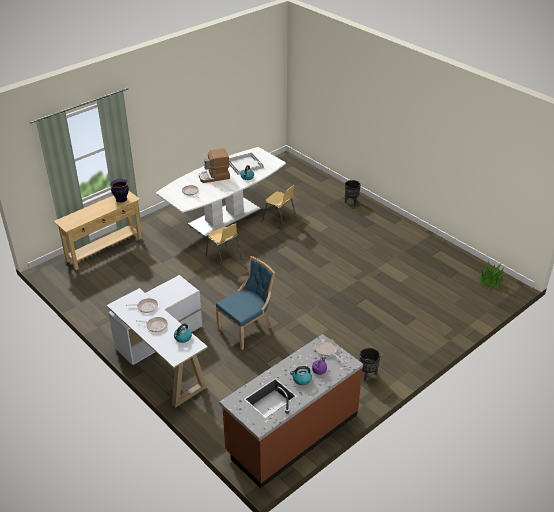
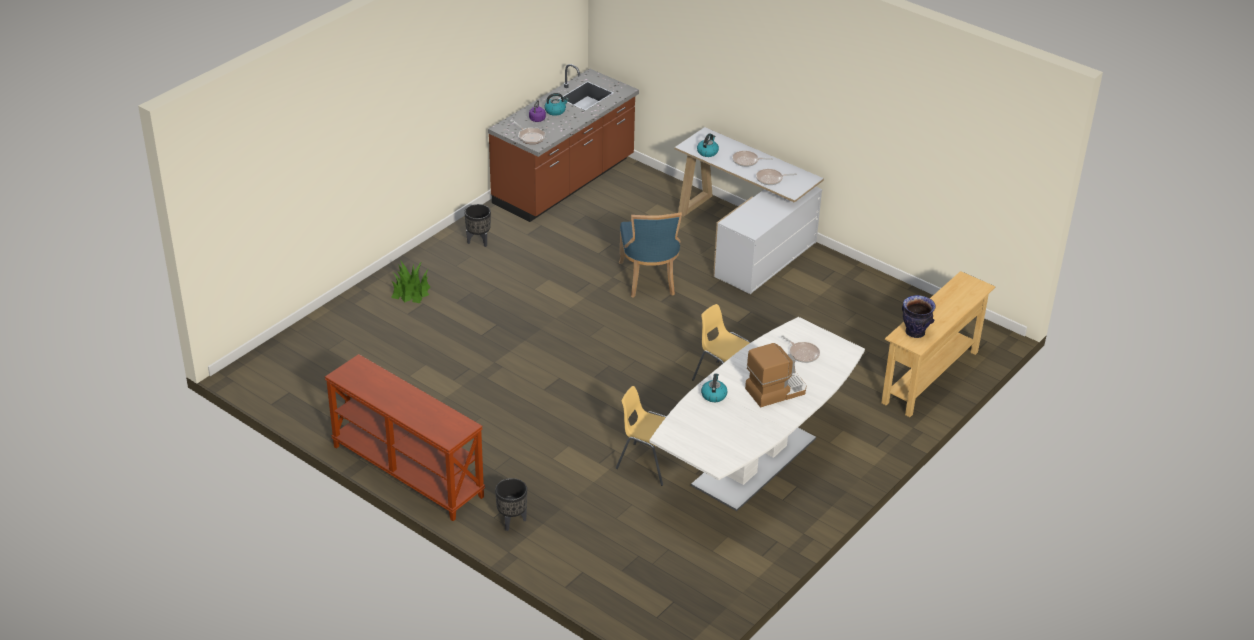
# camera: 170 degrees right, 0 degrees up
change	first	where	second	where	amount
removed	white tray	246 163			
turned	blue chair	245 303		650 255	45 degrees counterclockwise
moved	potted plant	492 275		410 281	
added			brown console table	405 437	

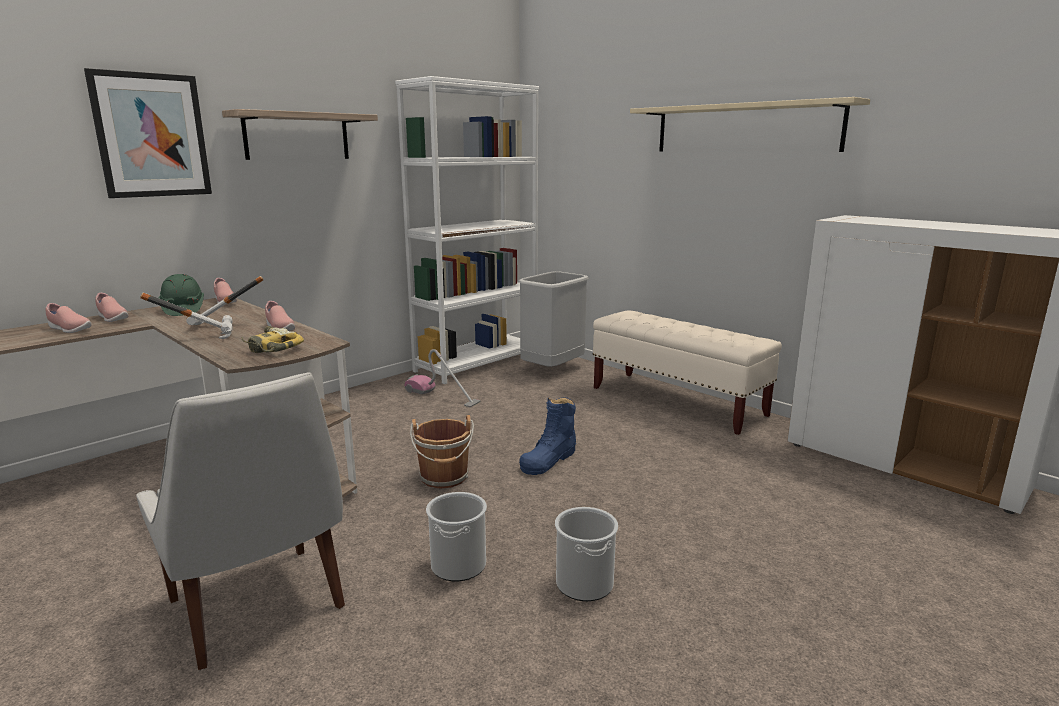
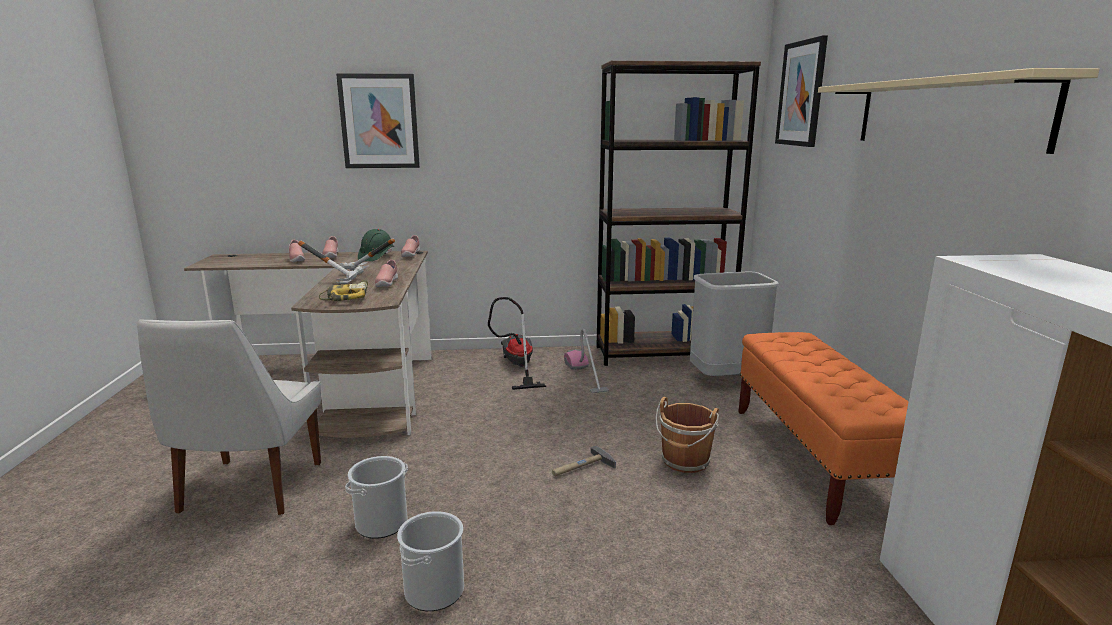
# camera: 40 degrees right, 0 degrees up
change	first	where	second	where	amount
recoloured	white bookcase	467 230	brown bookcase	678 213	
removed	shelf	300 134			
recoloured	beige bench	687 372	orange bench	823 428	
replaced	blue boot	547 436	hammer	584 460	
moved	brown bucket	442 452		687 435	
added			picture	801 91	
added			vacuum cleaner	517 343	

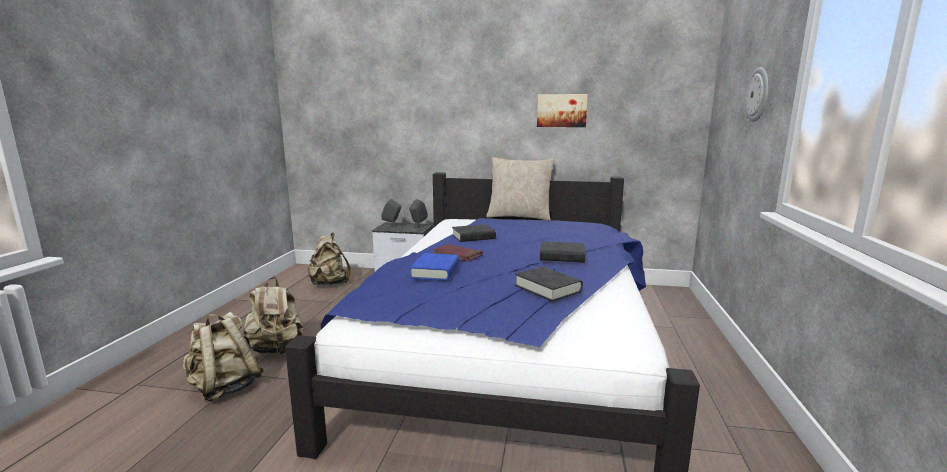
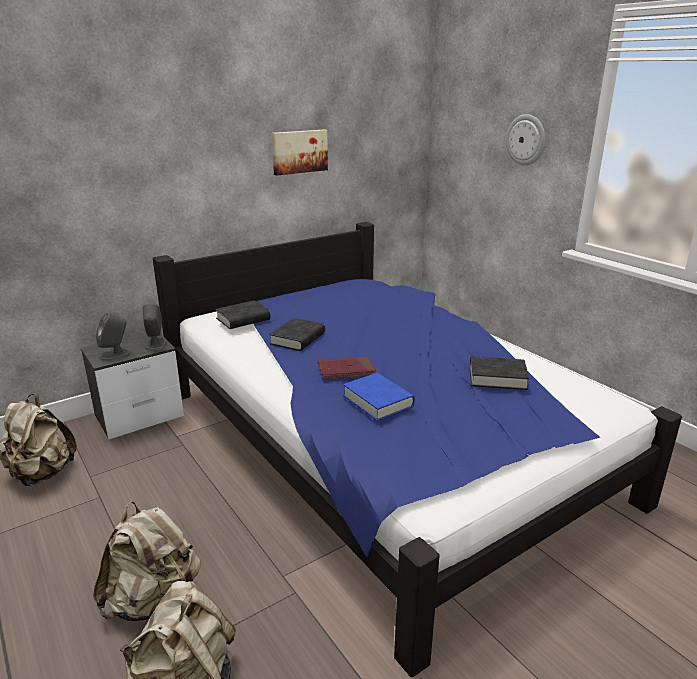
# camera: 45 degrees left, 10 degrees up
change	first	where	second	where	amount
removed	beige pillow	520 189			
moved	black book	563 252		243 314	

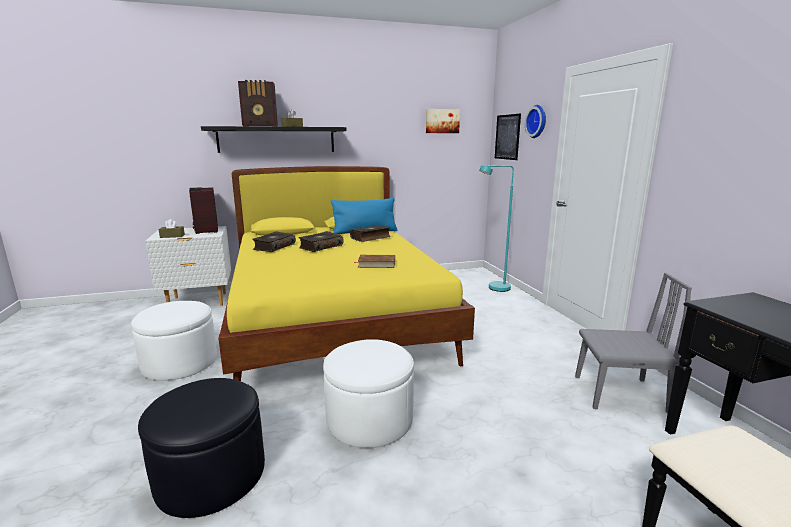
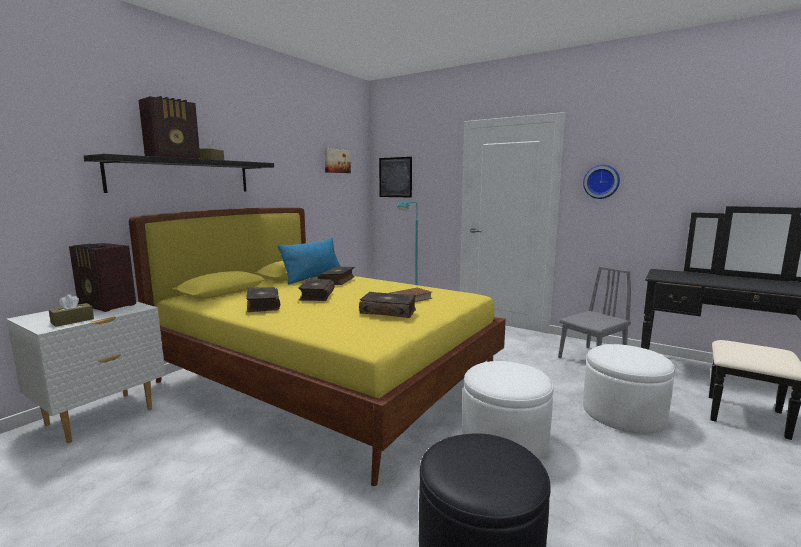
# camera: 40 degrees left, 5 degrees down
change	first	where	second	where	amount
moved	wall clock	535 121		601 182	
moved	white ottoman	174 341		629 388	
added			book	387 305	

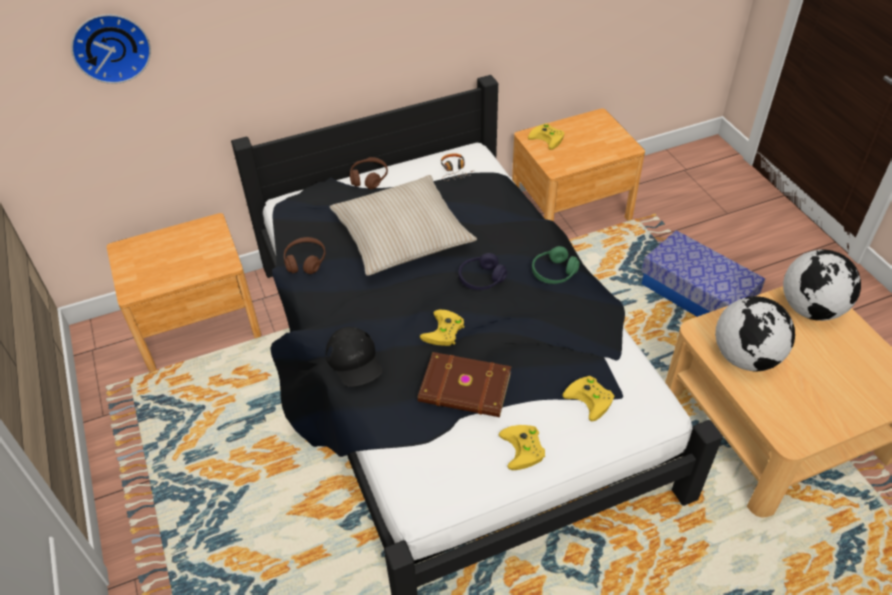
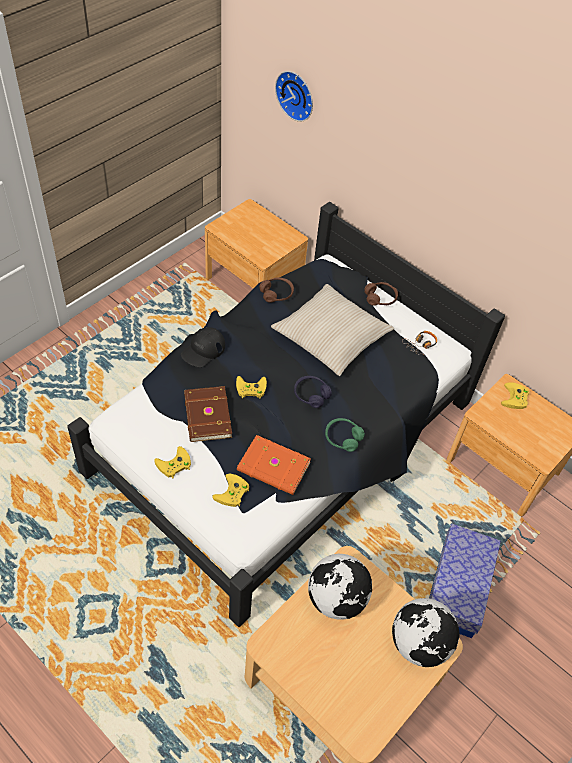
# camera: 60 degrees right, 5 degrees up
change	first	where	second	where	amount
added			orange book	274 465	

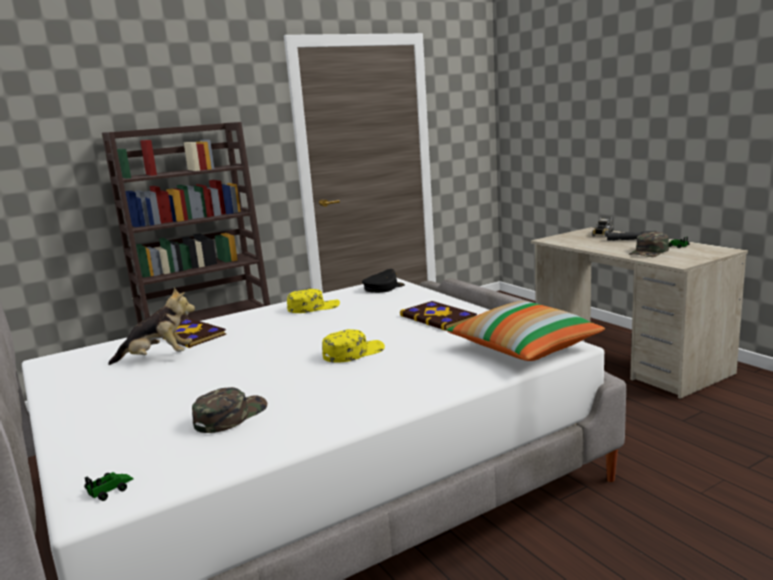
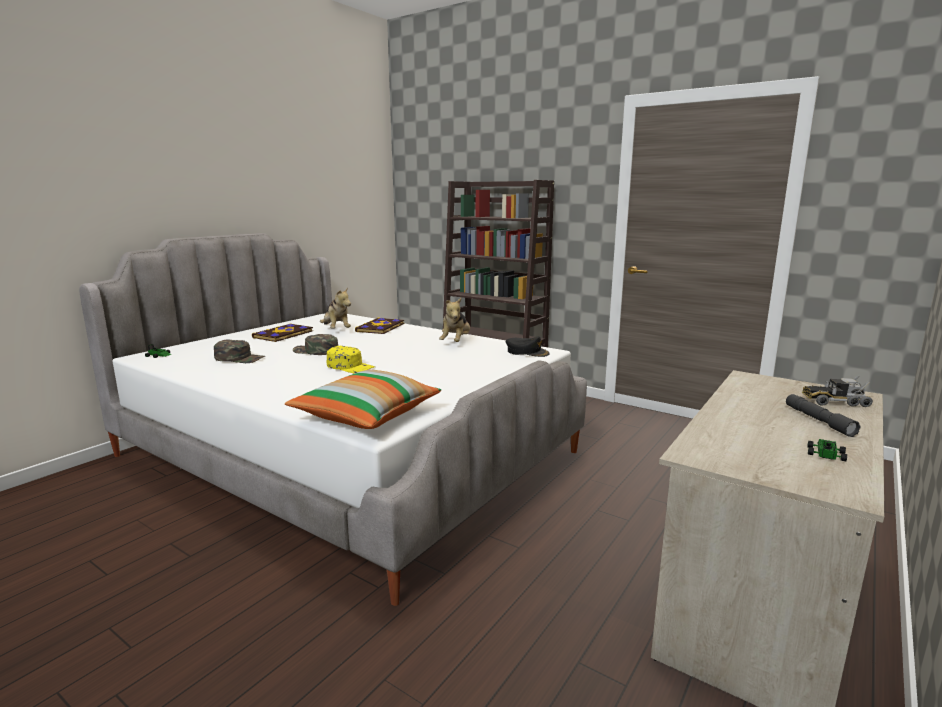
# camera: 65 degrees right, 0 degrees up
change	first	where	second	where	amount
moved	green cap	649 244		315 344	
replaced	yellow cap	313 301	plush toy	454 320	
moved	book	438 316		282 332	

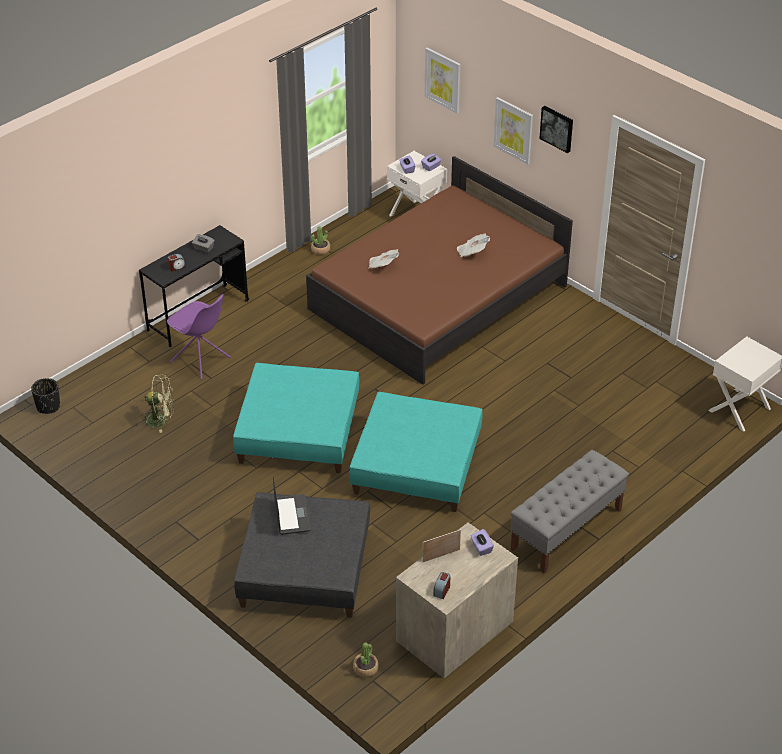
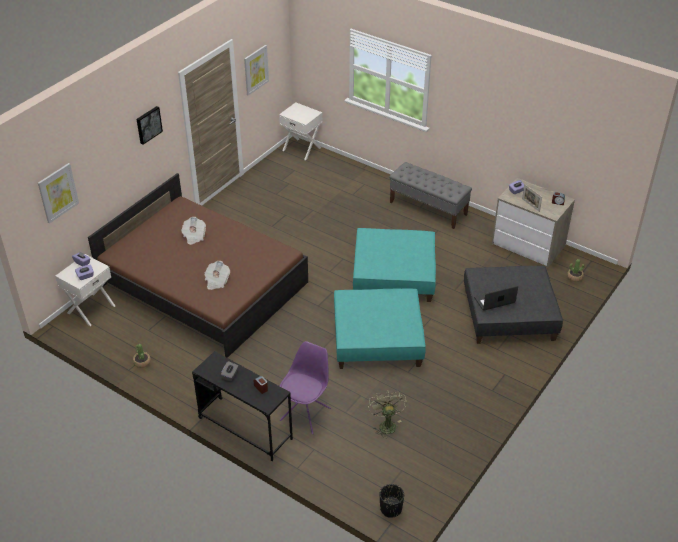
# camera: 100 degrees left, 0 degrees up
change	first	where	second	where	amount
moved	picture	513 131		256 70	

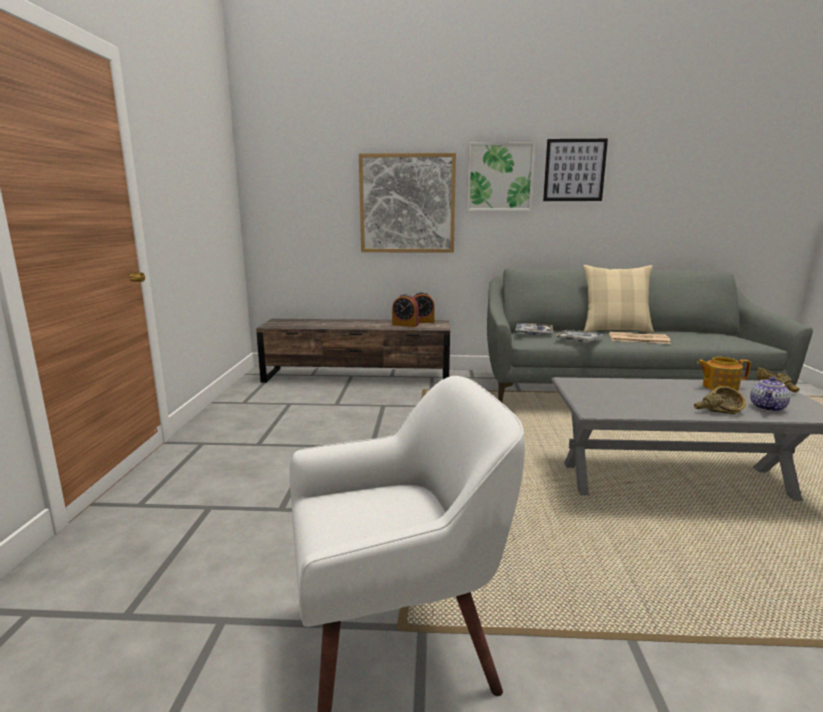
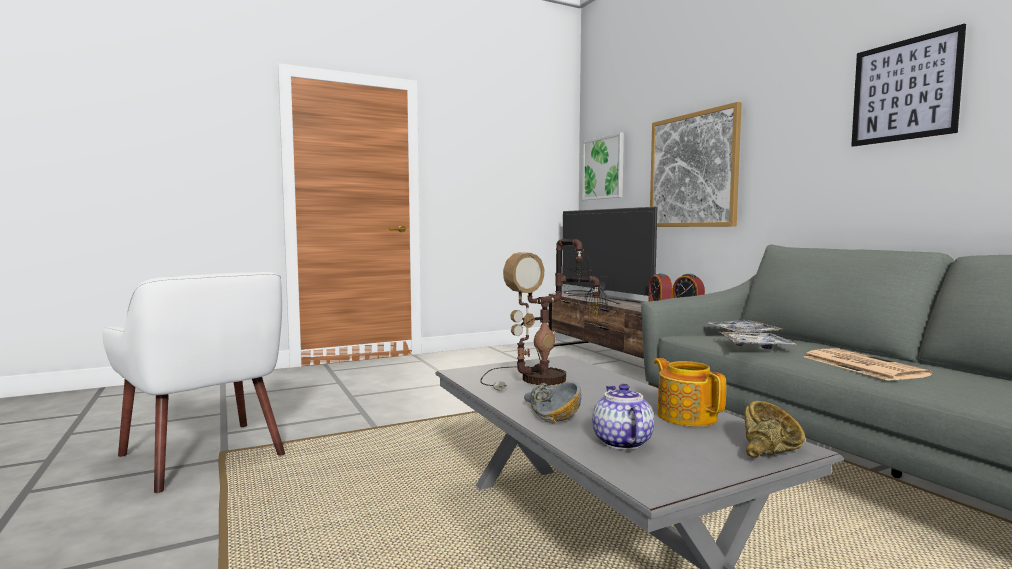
# camera: 60 degrees right, 10 degrees down
change	first	where	second	where	amount
moved	picture	501 176		603 166	
removed	beige pillow	618 299			
turned	teapot	770 394		623 417	75 degrees clockwise
recoloured	brown bowl	720 400	grey bowl	552 402	
added			television	609 255	
added			table lamp	545 315	

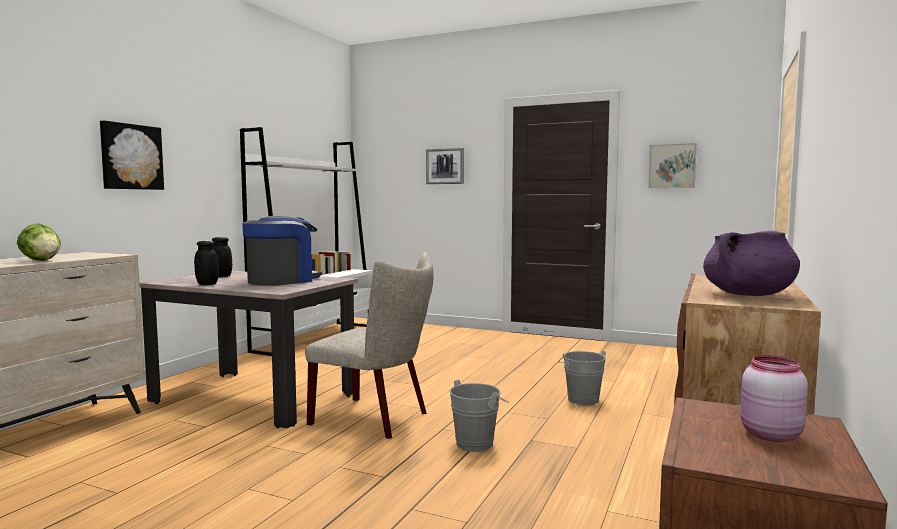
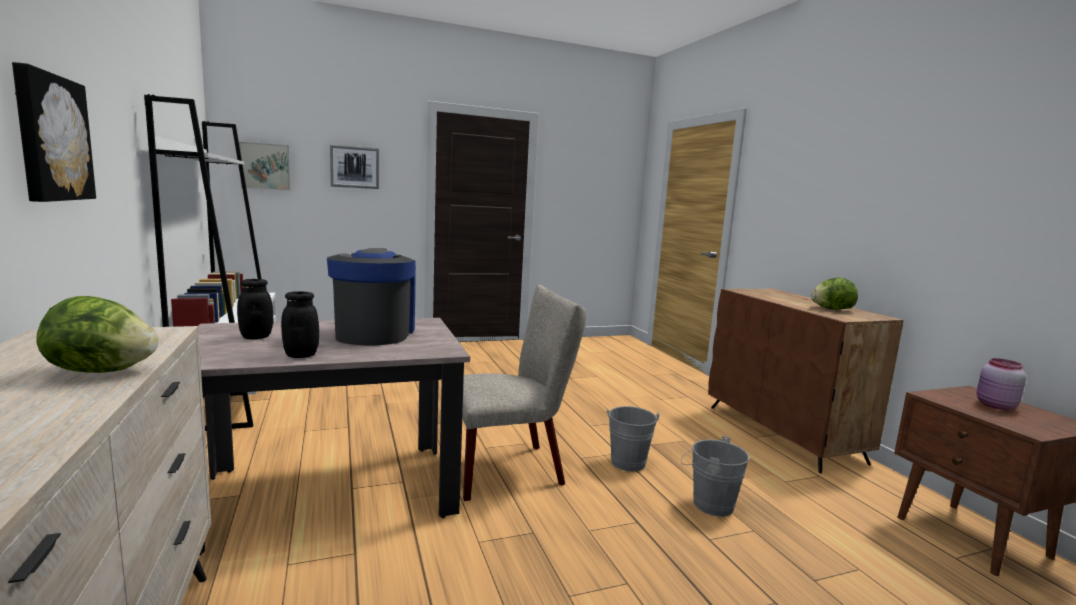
# camera: 45 degrees left, 5 degrees up
change	first	where	second	where	amount
moved	picture	672 165		265 166	
replaced	purple cooking pot	751 263	lettuce	834 293	
moved	grey bucket	582 377		715 476	

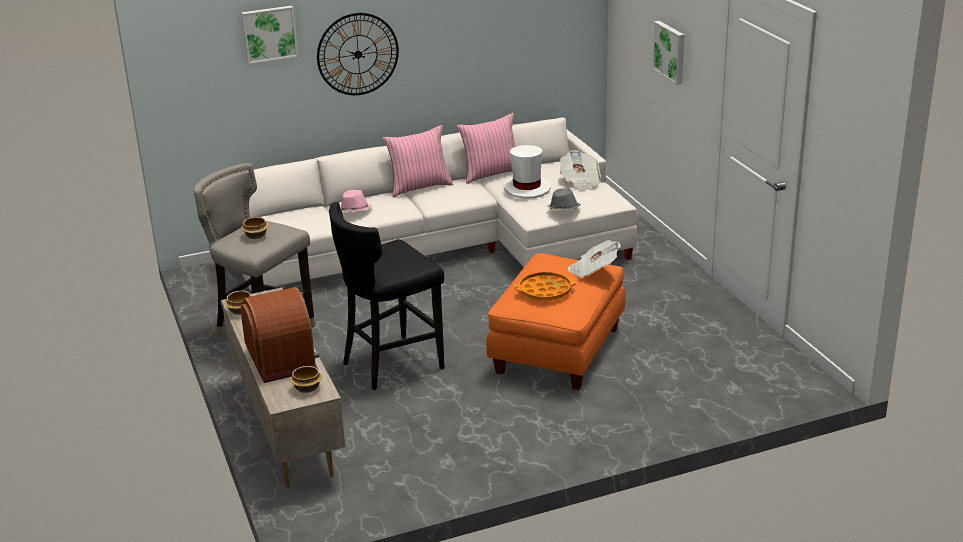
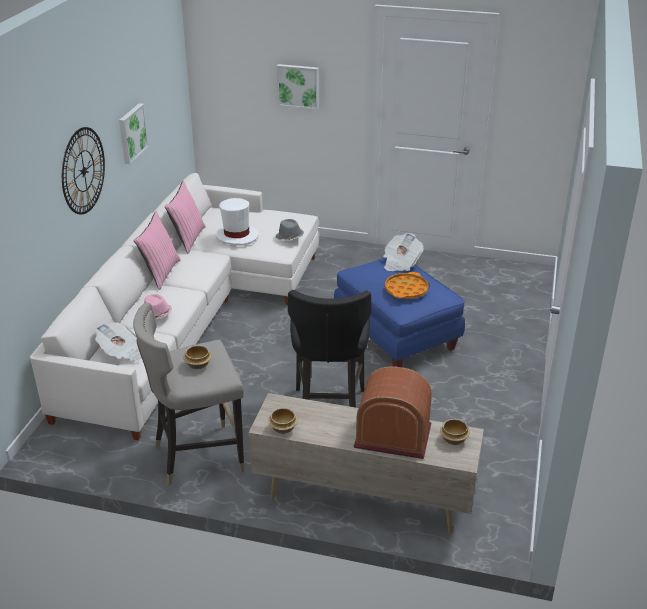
# camera: 55 degrees left, 5 degrees up
change	first	where	second	where	amount
moved	picture	269 35		134 133	
moved	newspaper	580 170		118 342	
recoloured	orange ottoman	555 321	blue ottoman	399 312	

